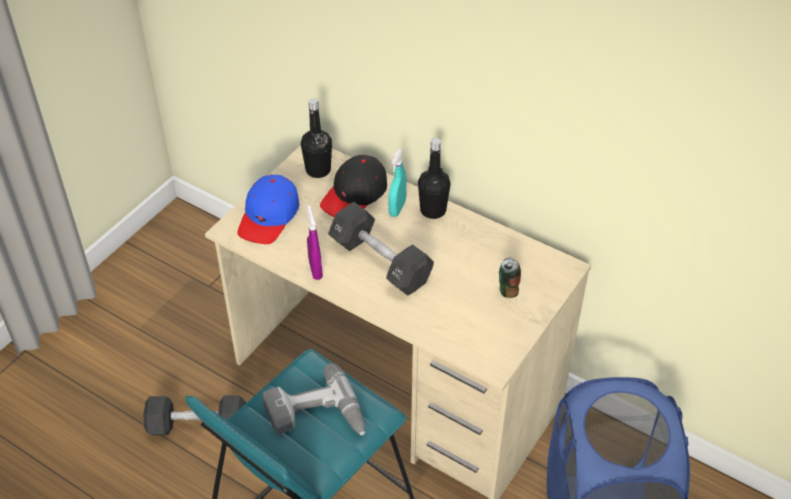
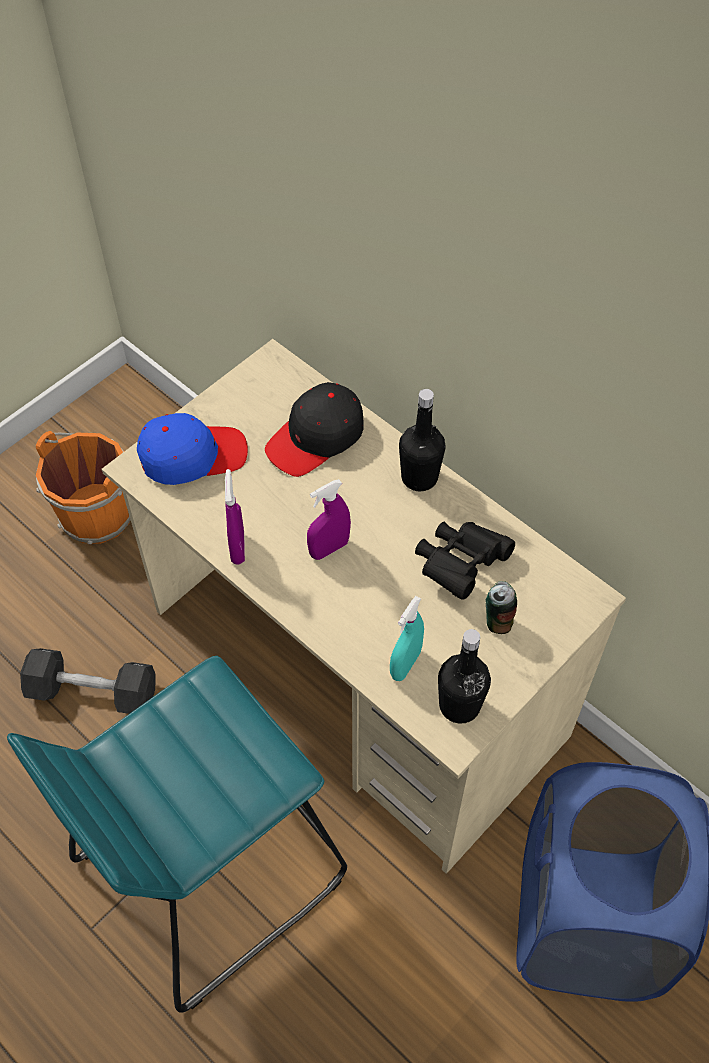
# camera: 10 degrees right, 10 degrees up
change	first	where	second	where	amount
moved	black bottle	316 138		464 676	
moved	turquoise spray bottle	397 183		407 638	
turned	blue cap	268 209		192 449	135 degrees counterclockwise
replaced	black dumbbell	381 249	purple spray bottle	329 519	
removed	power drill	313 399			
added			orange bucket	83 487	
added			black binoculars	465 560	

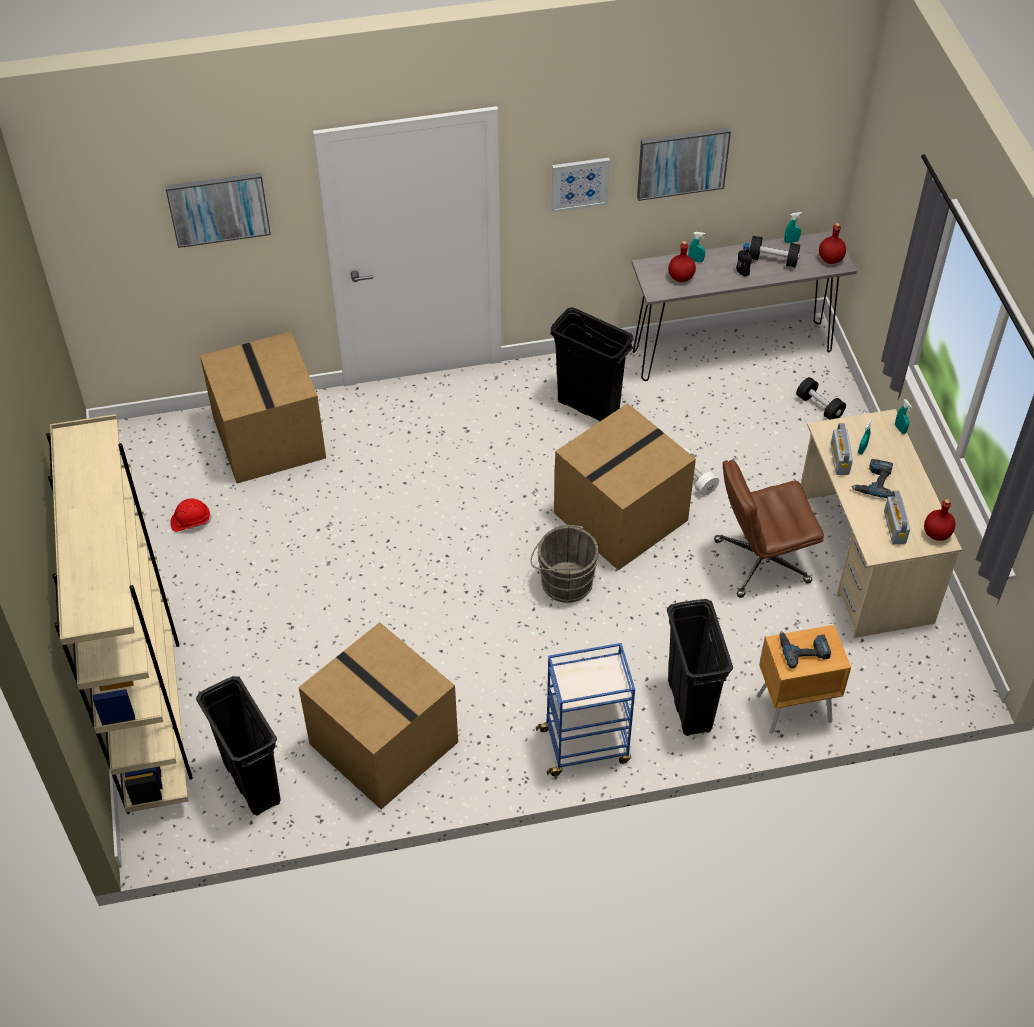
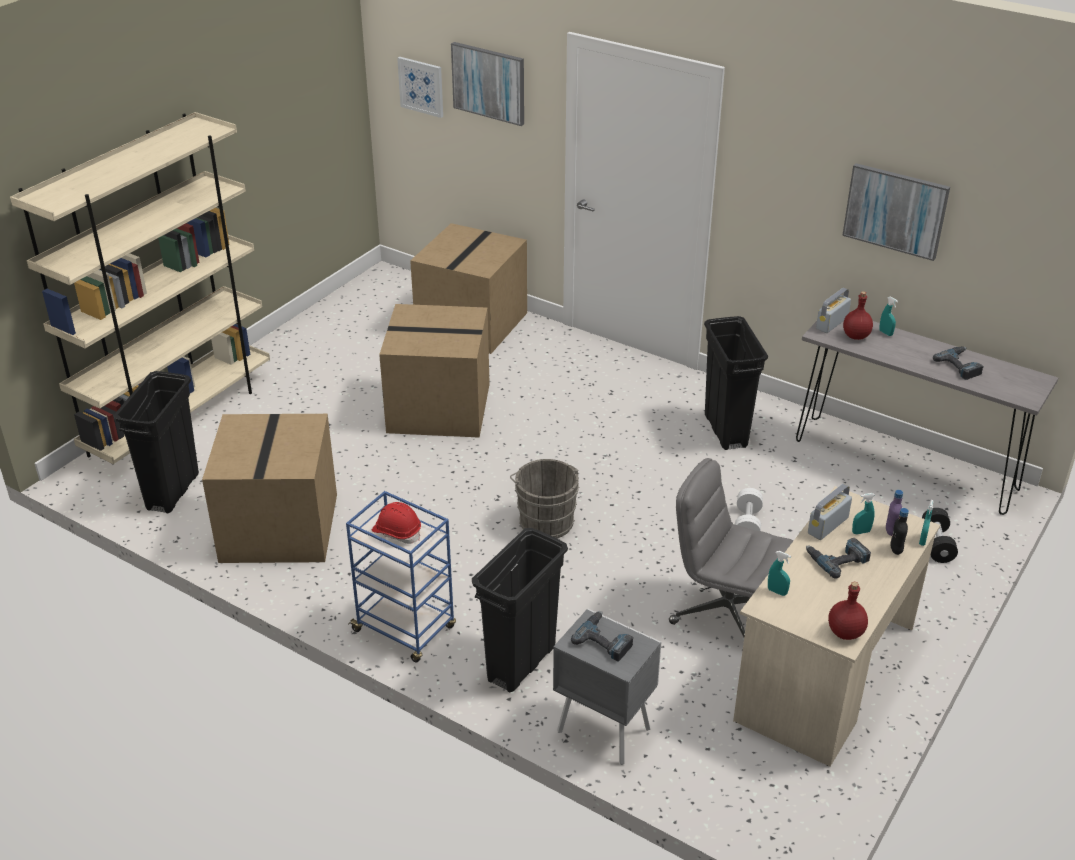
# camera: 45 degrees right, 15 degrees down
change	first	where	second	where	amount
moved	picture	580 185		420 87	
moved	turquoise spray bottle	793 227		779 573	
removed	red bottle	832 243			
replaced	black dumbbell	774 251	power drill	958 363	
moved	black bottle	744 259		899 531	
moved	cardboard box	625 487		434 371	
recoloured	brown office chair	769 529	grey office chair	731 547	
moved	radio	897 517		833 310	
moved	red hard hat	191 515		396 523	
recoloured	brown nightstand	804 678	grey nightstand	607 687	
added			purple bottle	894 513	

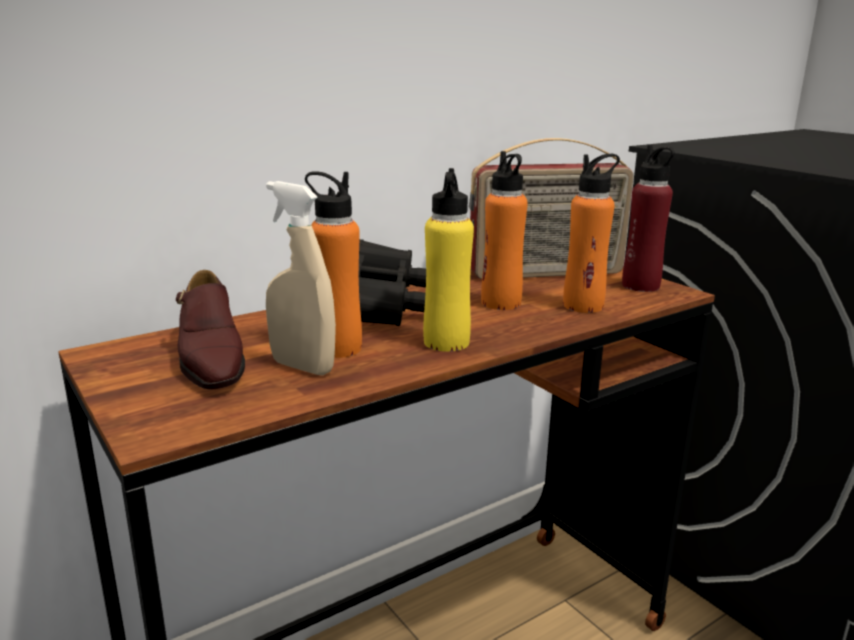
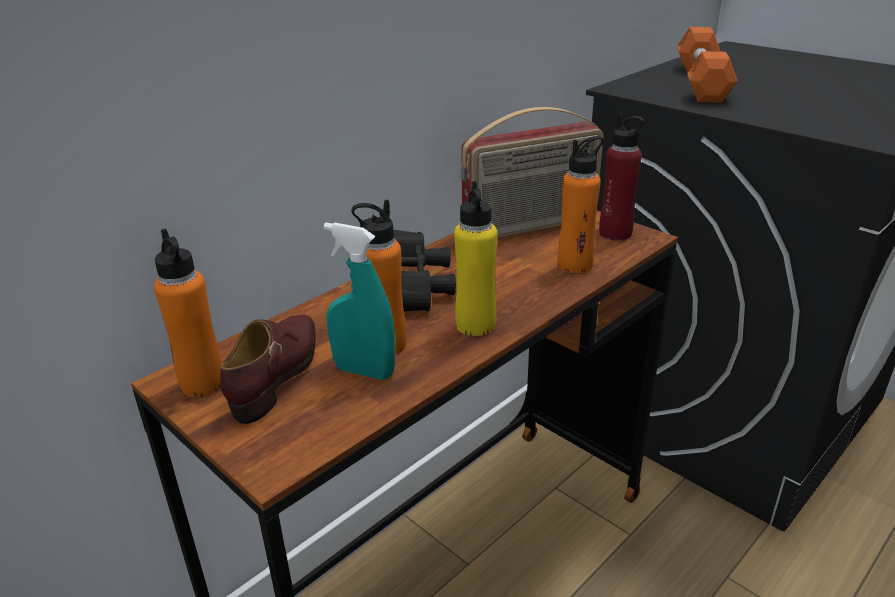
# camera: 10 degrees left, 10 degrees up
change	first	where	second	where	amount
moved	orange bottle	504 230		188 313	
recoloured	beige spray bottle	301 278	turquoise spray bottle	359 301	
turned	brown shoe	210 330		268 369	135 degrees counterclockwise
added			orange dumbbell	707 65	

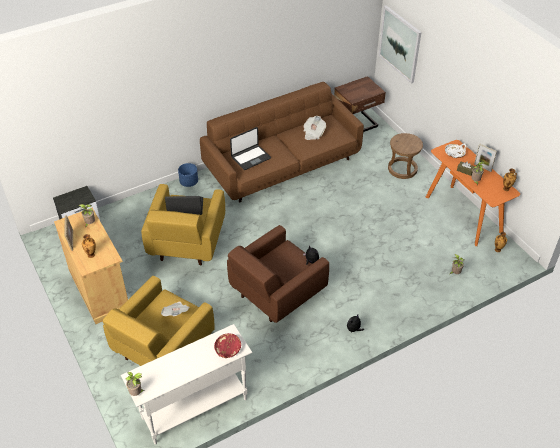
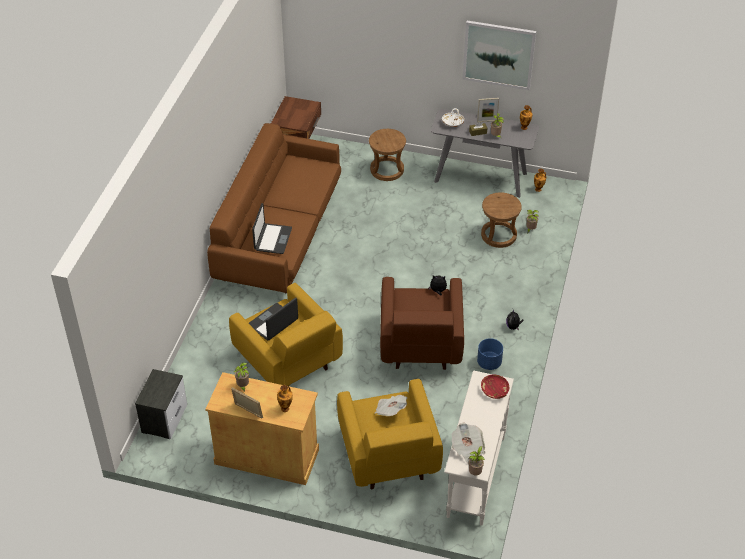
# camera: 45 degrees left, 0 degrees up
change	first	where	second	where	amount
moved	picture	400 44		499 55	
moved	newspaper	314 128		468 443	
recoloured	orange console table	473 193	grey console table	485 153	
moved	blue planter	188 175		490 354	
added			brown stool	501 220	

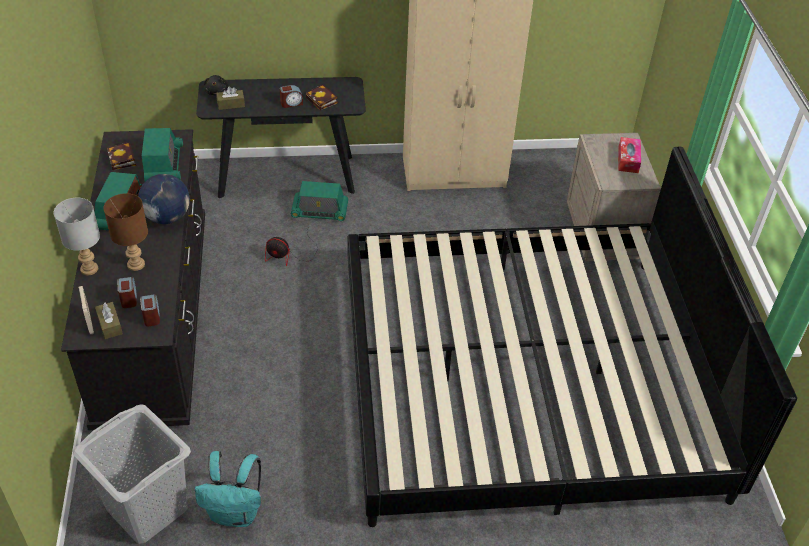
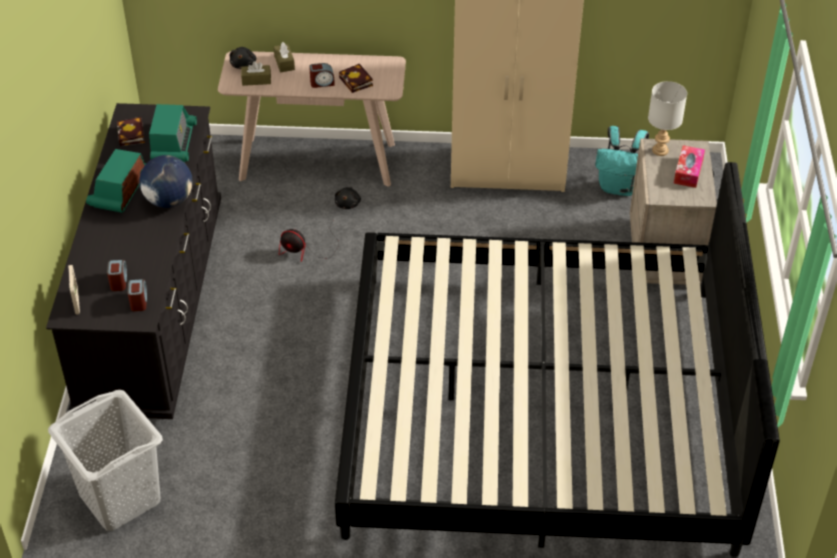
# camera: 10 degrees right, 0 degrees up
change	first	where	second	where	amount
recoloured	black console table	281 137	beige console table	312 119	
replaced	radio	319 201	black plush toy	348 198	
removed	brown table lamp	126 232			
moved	grey table lamp	77 236		667 118	
moved	brown tissue box	109 320		284 57	
moved	turquoise backpack	228 489		622 161	

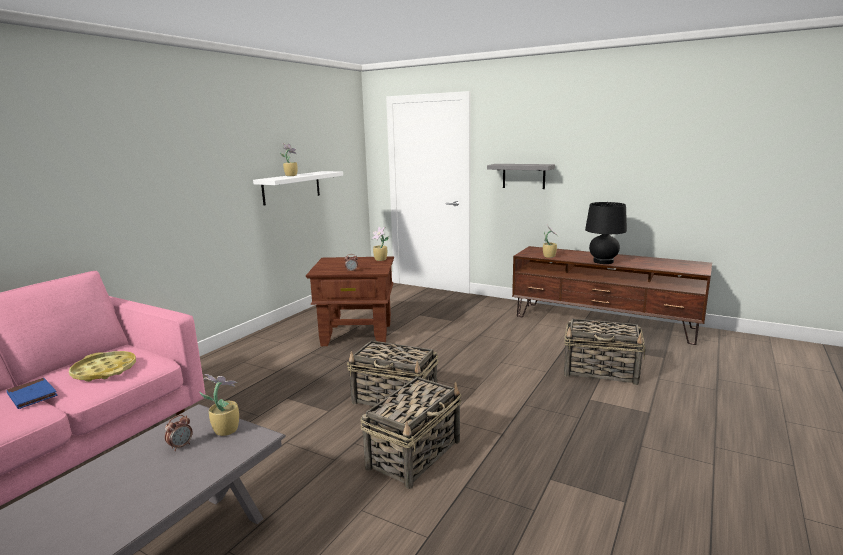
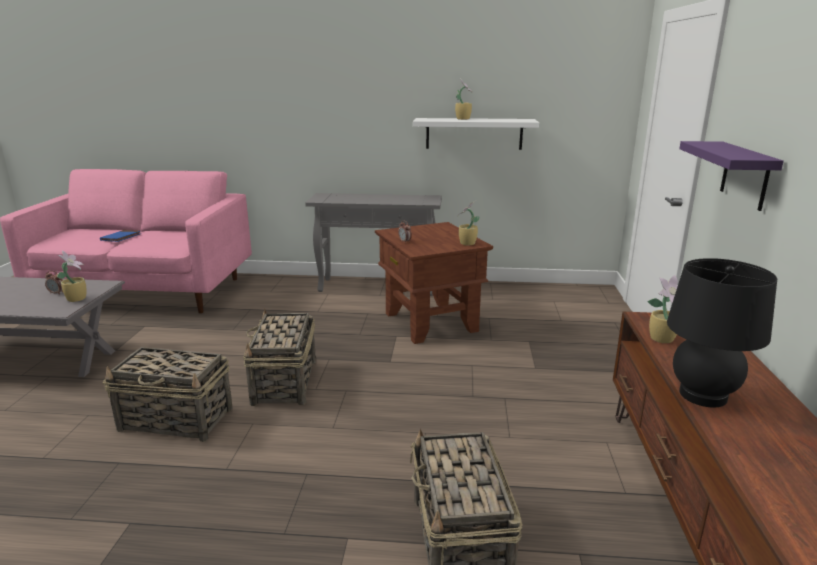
# camera: 65 degrees right, 5 degrees up
change	first	where	second	where	amount
recoloured	grey shelf	521 176	purple shelf	731 176	
removed	yellow tray	102 366			
added			grey console table	373 244	

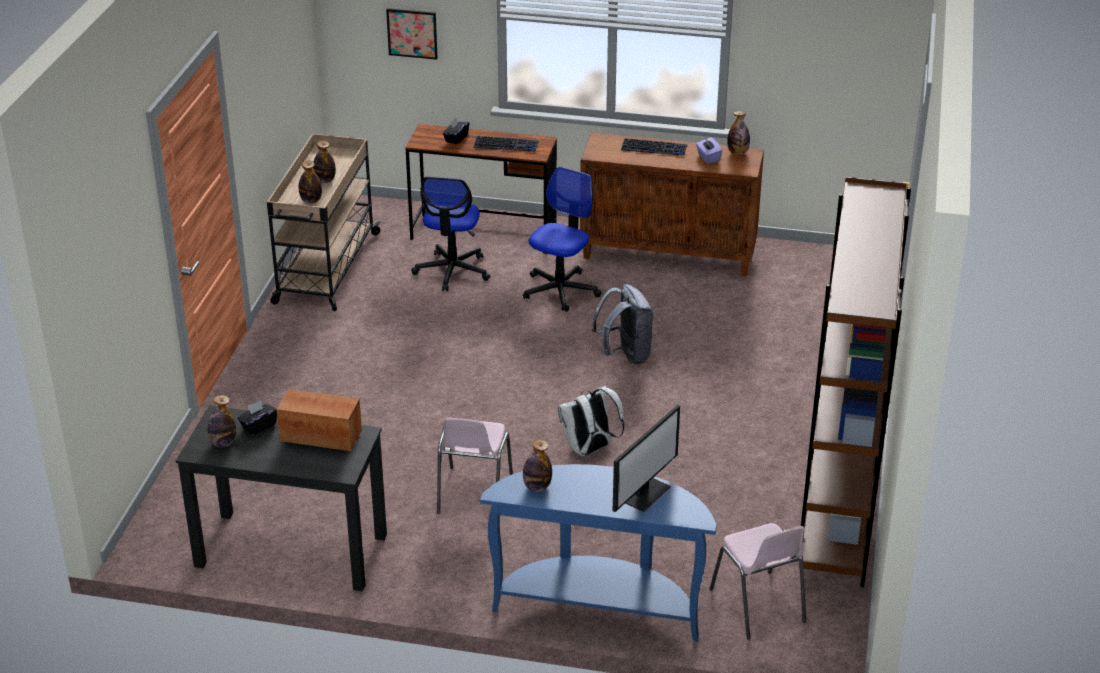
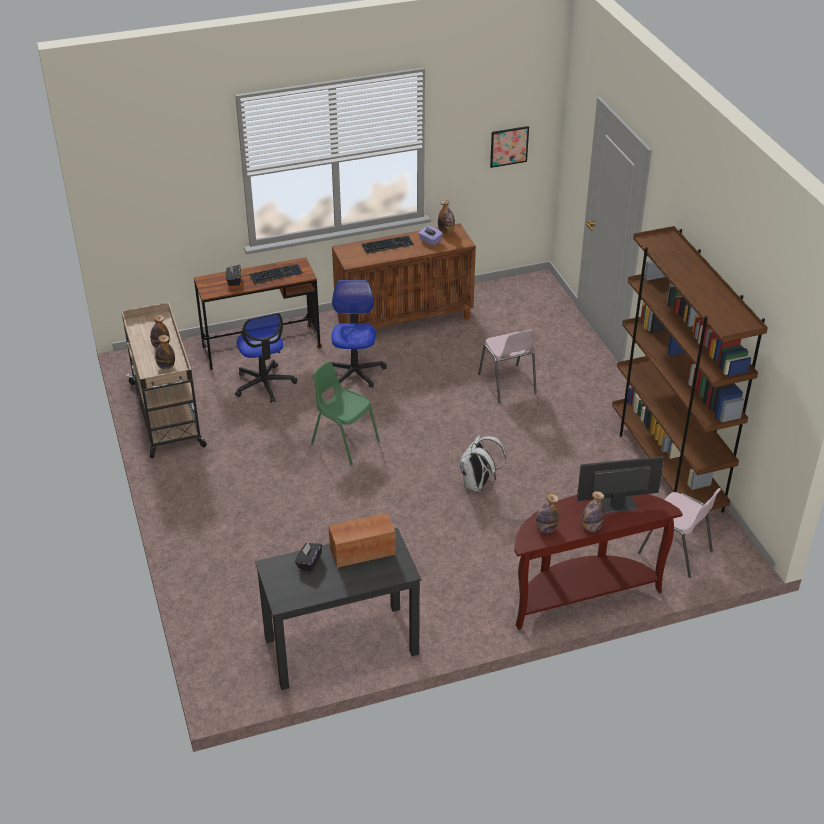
# camera: 30 degrees left, 5 degrees up
change	first	where	second	where	amount
moved	picture	412 34		509 147	
removed	grey backpack	623 324			
moved	bottle	221 421		593 511	
turned	monitor	646 458		620 484	105 degrees counterclockwise
moved	pink chair	475 466		507 366	
recoloured	blue console table	598 552	brown console table	598 562	
added			green chair	345 413	

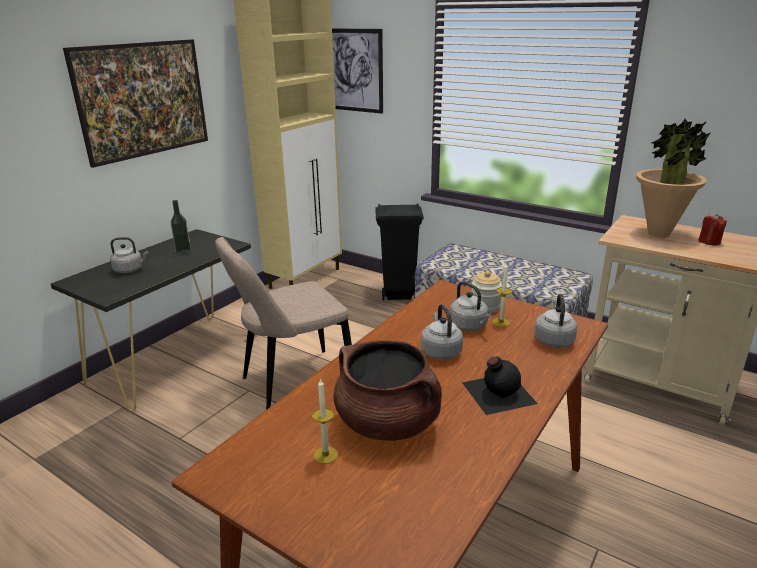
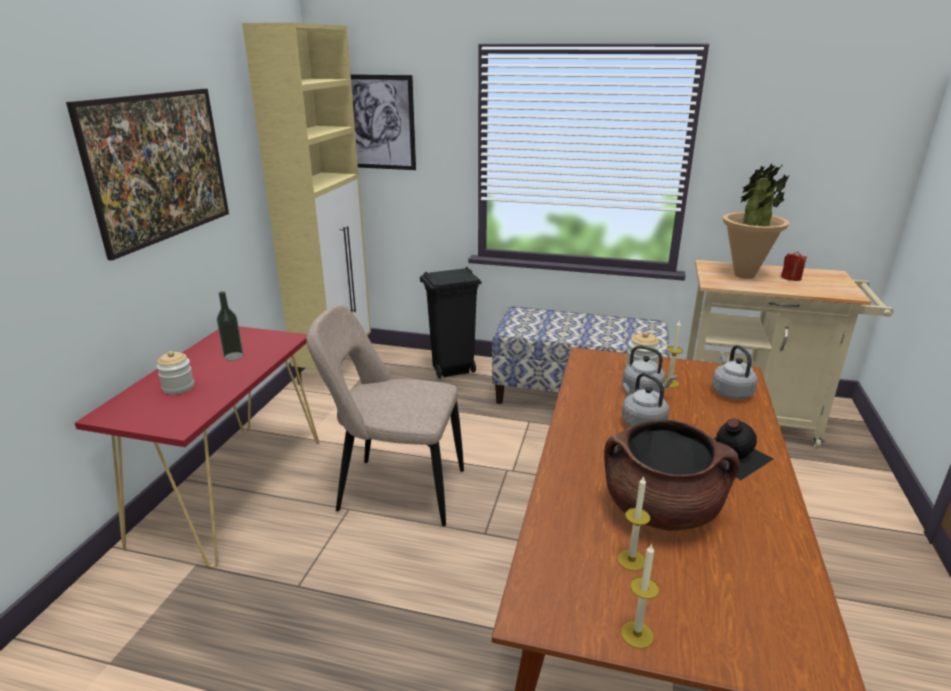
# camera: 20 degrees left, 0 degrees up
change	first	where	second	where	amount
recoloured	black console table	154 320	red console table	197 447	
replaced	grey kettle	129 255	jar	175 373	
turned	beige chair	283 323		385 415	60 degrees clockwise
added			candle	640 596	

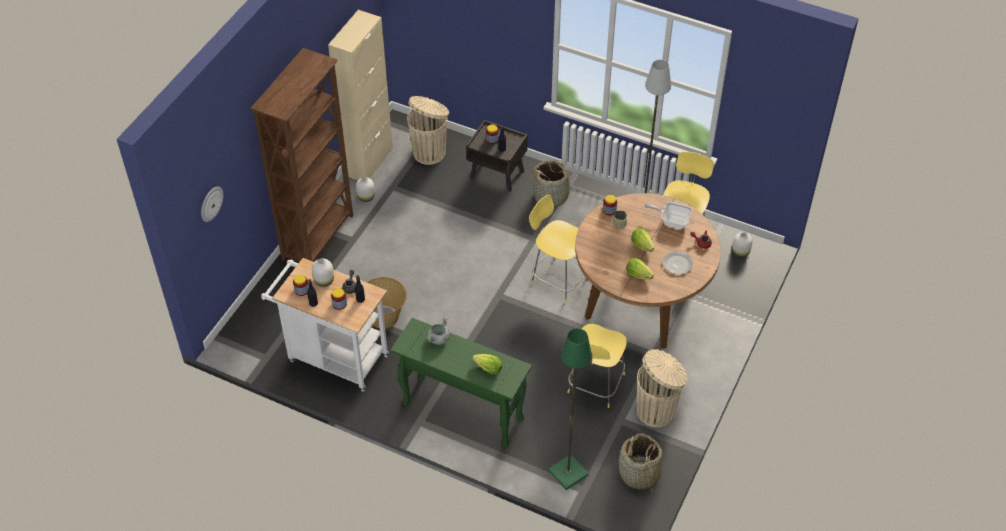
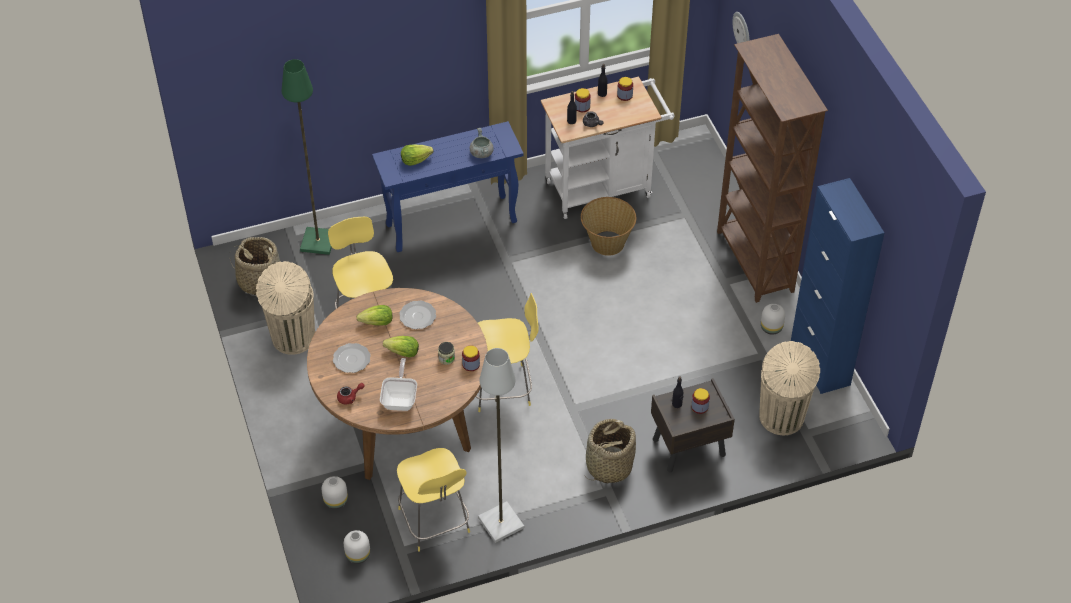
# camera: 135 degrees right, 0 degrees up
change	first	where	second	where	amount
recoloured	beige cabinet	360 95	blue cabinet	838 286	
turned	frying pan	668 215		398 384	60 degrees counterclockwise
moved	white vase	323 272		335 492	
recoloured	green console table	461 382	blue console table	448 186	
added			plate	417 315	

